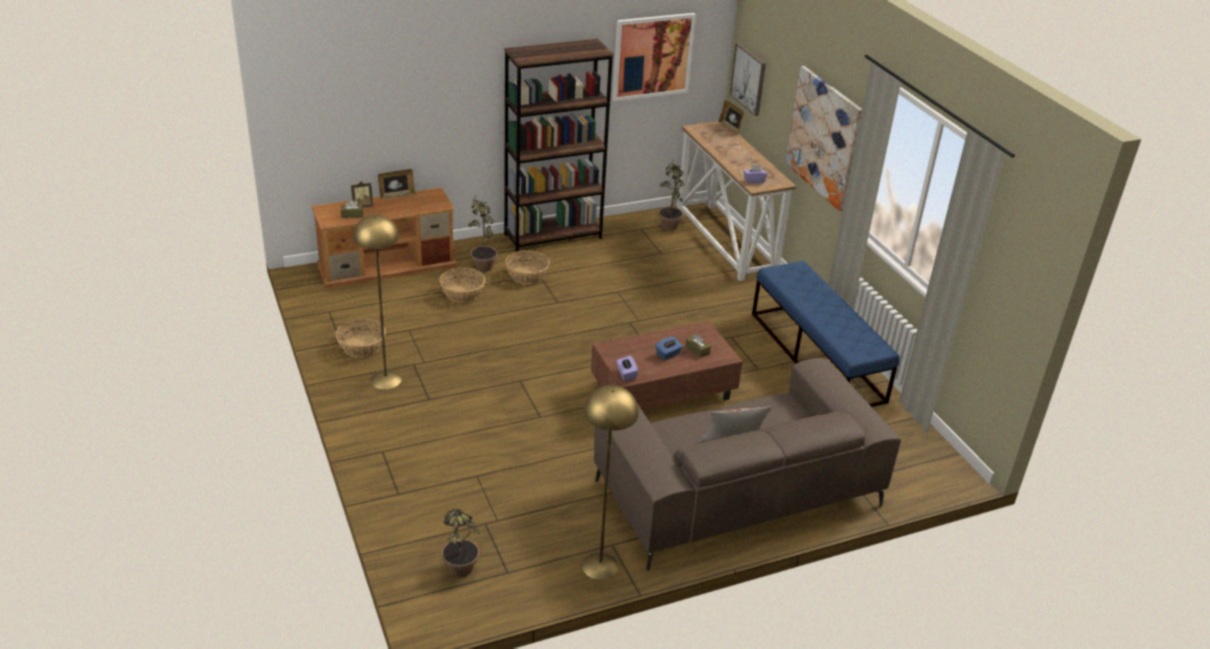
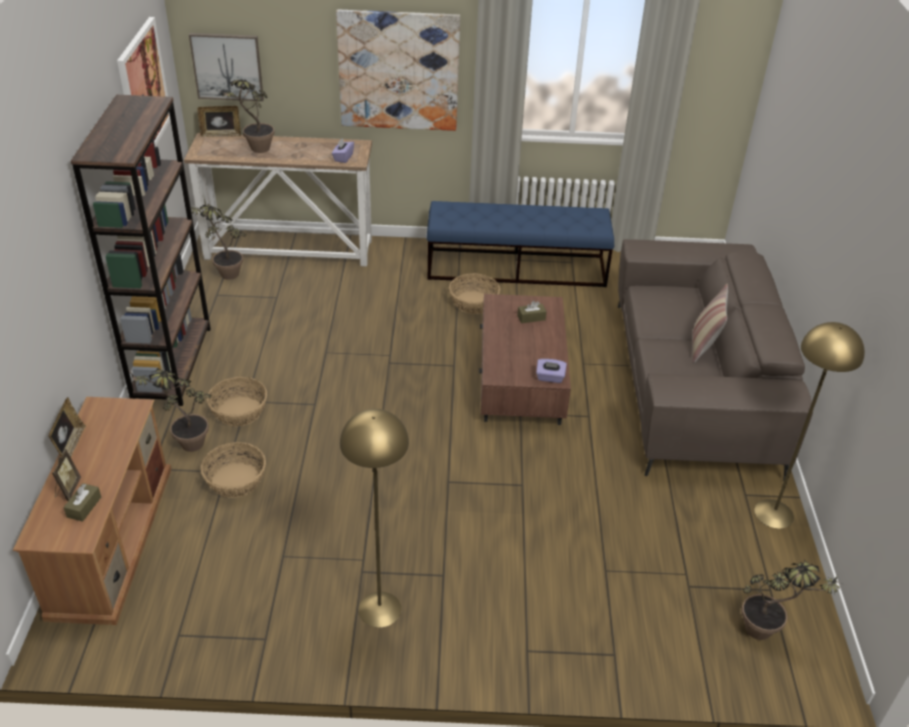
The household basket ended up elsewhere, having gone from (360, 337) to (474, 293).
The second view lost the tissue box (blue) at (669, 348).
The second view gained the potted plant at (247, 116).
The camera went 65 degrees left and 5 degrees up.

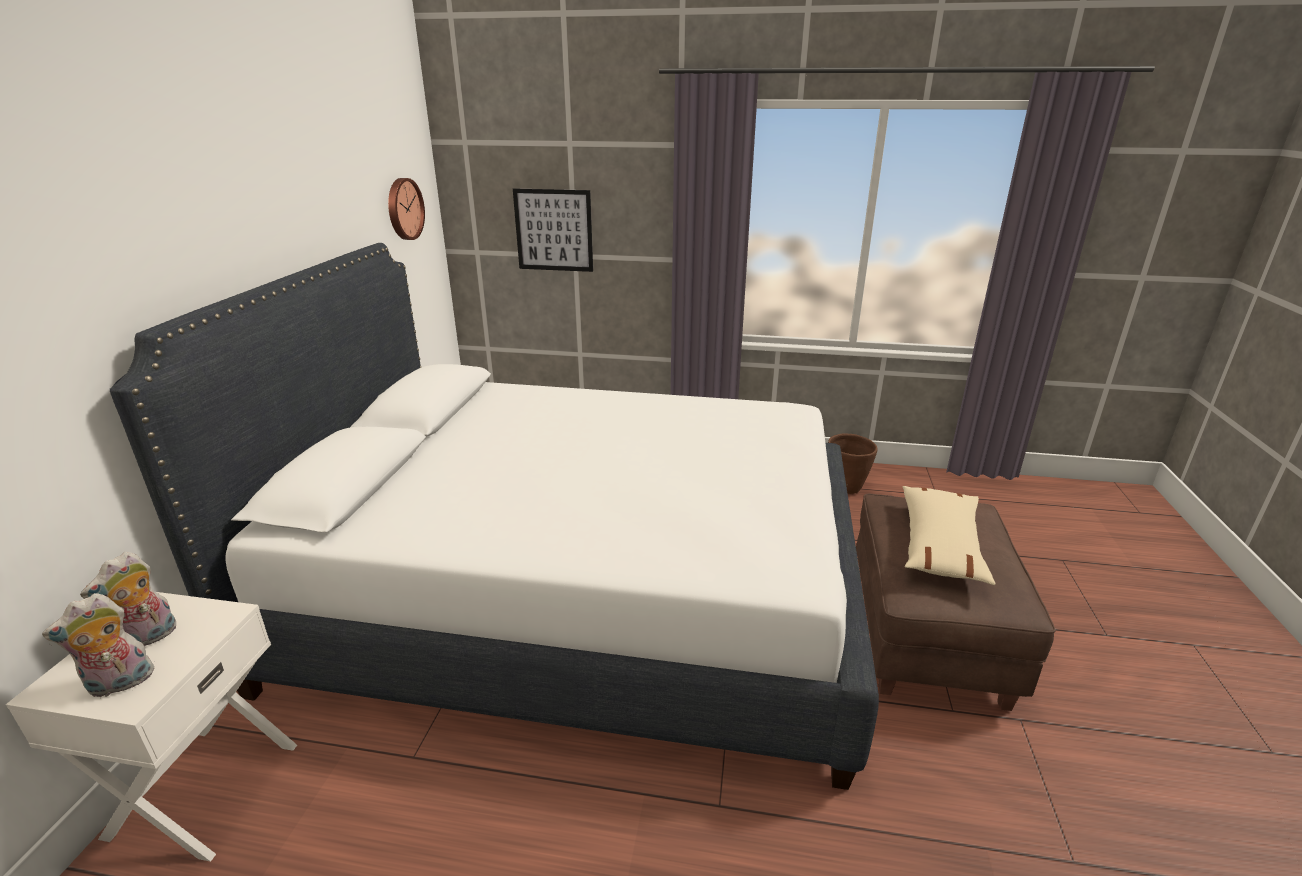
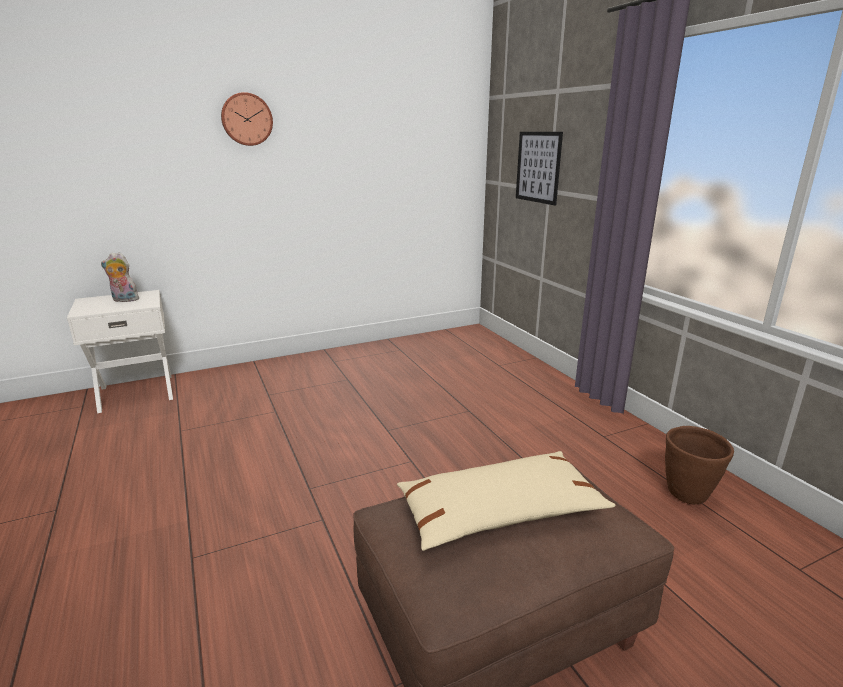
The wall clock ended up elsewhere, having gone from (406, 209) to (247, 119).
The second view lost the bedroom bed (white-coloured) at (494, 516).
The second view lost the soft toy at (99, 645).
The camera went 55 degrees right and 5 degrees down.

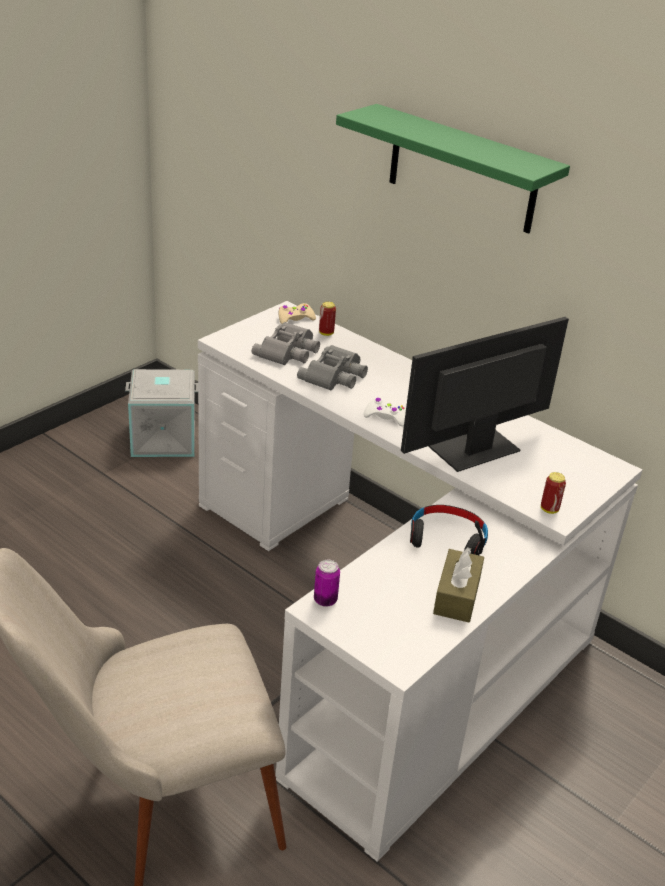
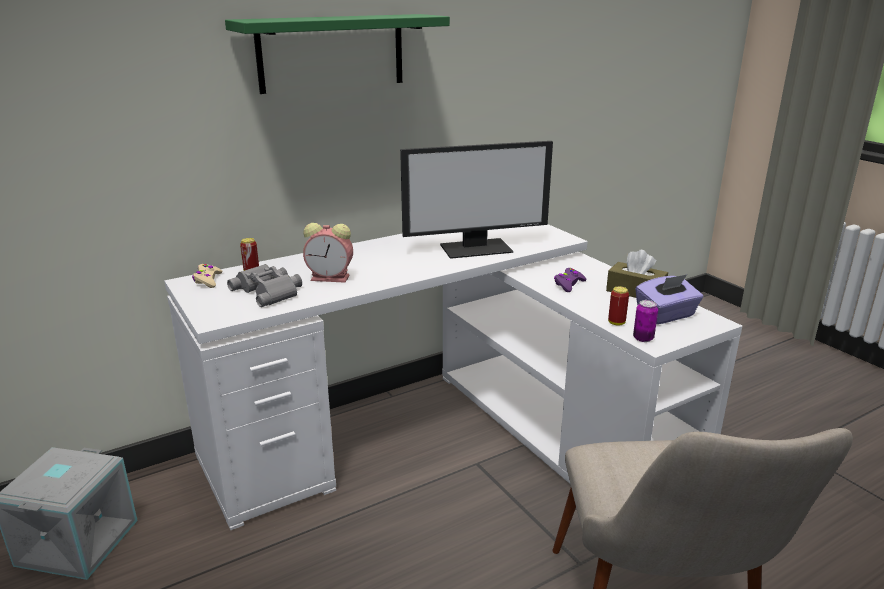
The monitor at (485, 394) ended up facing another way, 90 degrees counterclockwise from before.
Where the field glasses (grey) stood at (332, 368), the alarm clock came to stand at (328, 253).
The second view lost the joypad (white-coloured) at (384, 412).
The metal can ended up elsewhere, having gone from (553, 493) to (618, 306).
Where the headphones (black-coloured) stood at (449, 530), the joypad (purplish) came to stand at (570, 280).
The second view gained the tissue box (purplish) at (669, 299).
The camera went 70 degrees left and 10 degrees down.

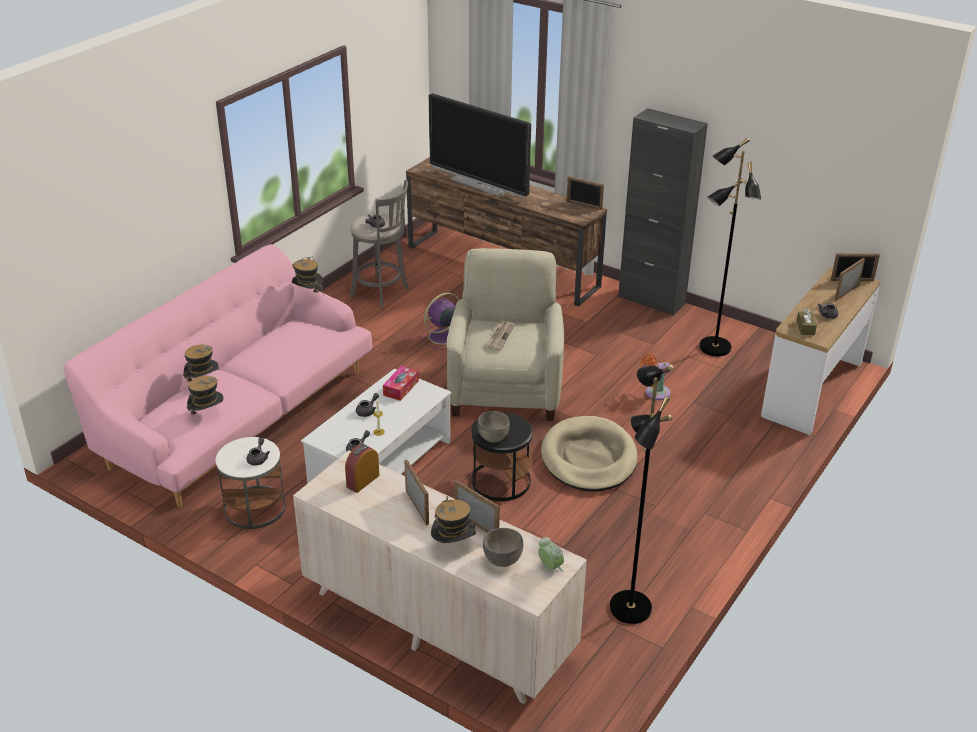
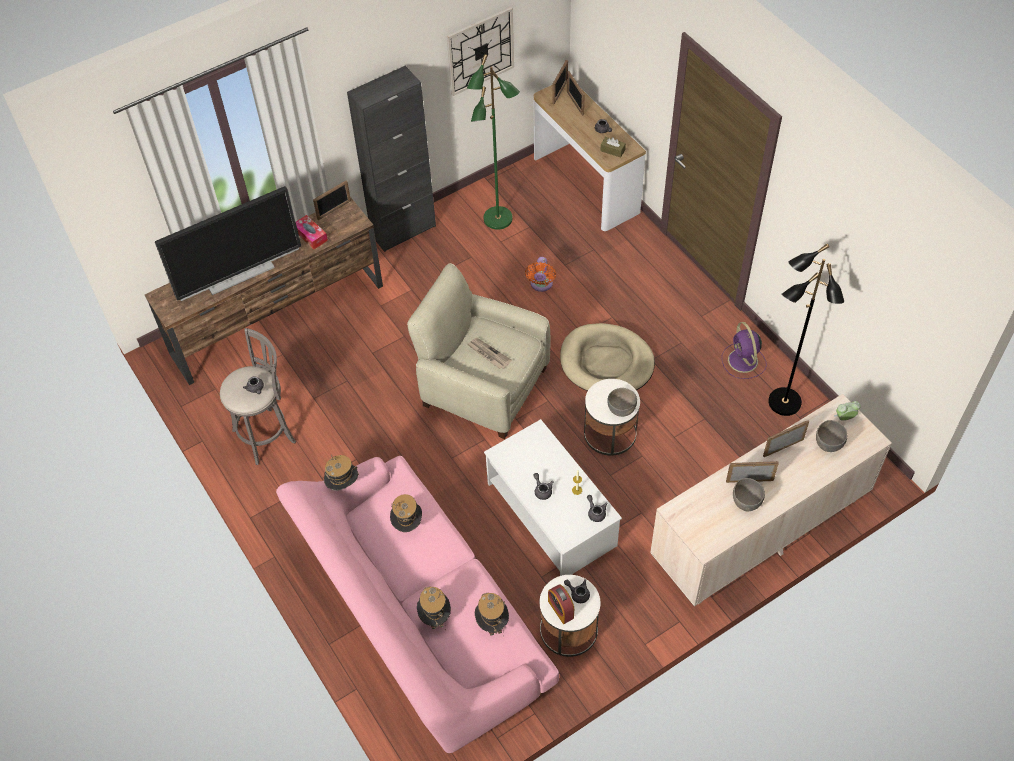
What was the floor lamp (black-coloured) at (730, 247) turned into the floor lamp (green-coloured) at (493, 142).
The cooling fan (purplish) ended up elsewhere, having gone from (440, 321) to (744, 350).
The tissue box ended up elsewhere, having gone from (401, 383) to (312, 232).
What was the side table (black-coloured) at (502, 456) turned into the side table (white-coloured) at (612, 417).
The alarm clock ended up elsewhere, having gone from (362, 468) to (561, 604).
The clothing hat ended up elsewhere, having gone from (453, 519) to (406, 513).
The second view gained the wall clock at (480, 51).
The second view gained the deep dish (grey) at (749, 494).
The camera went 65 degrees left and 20 degrees up.

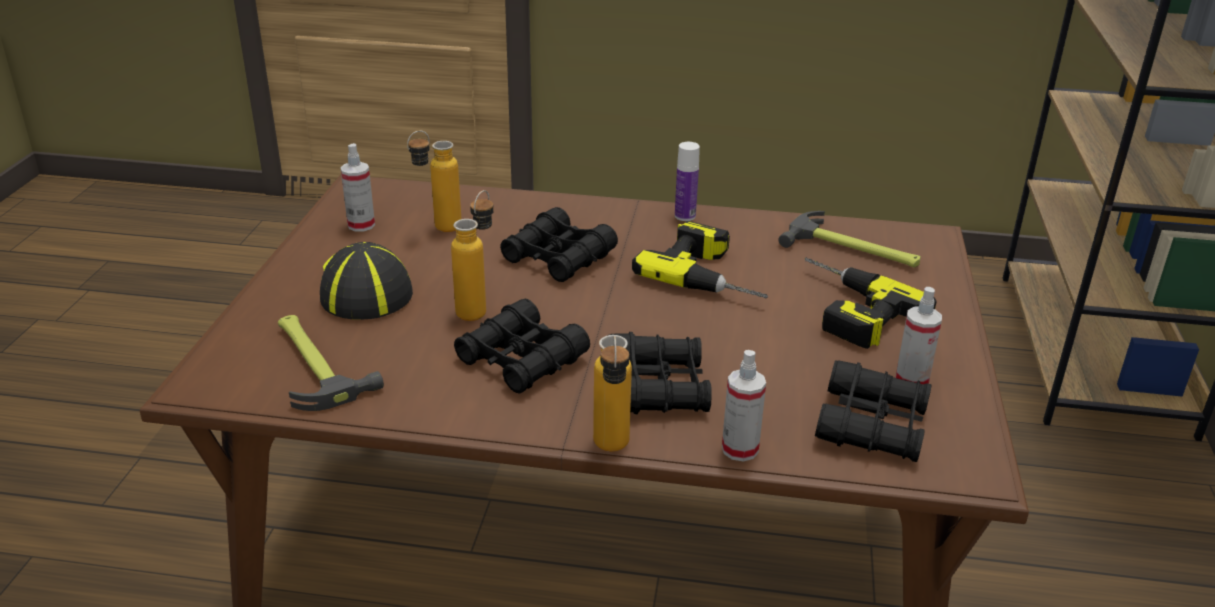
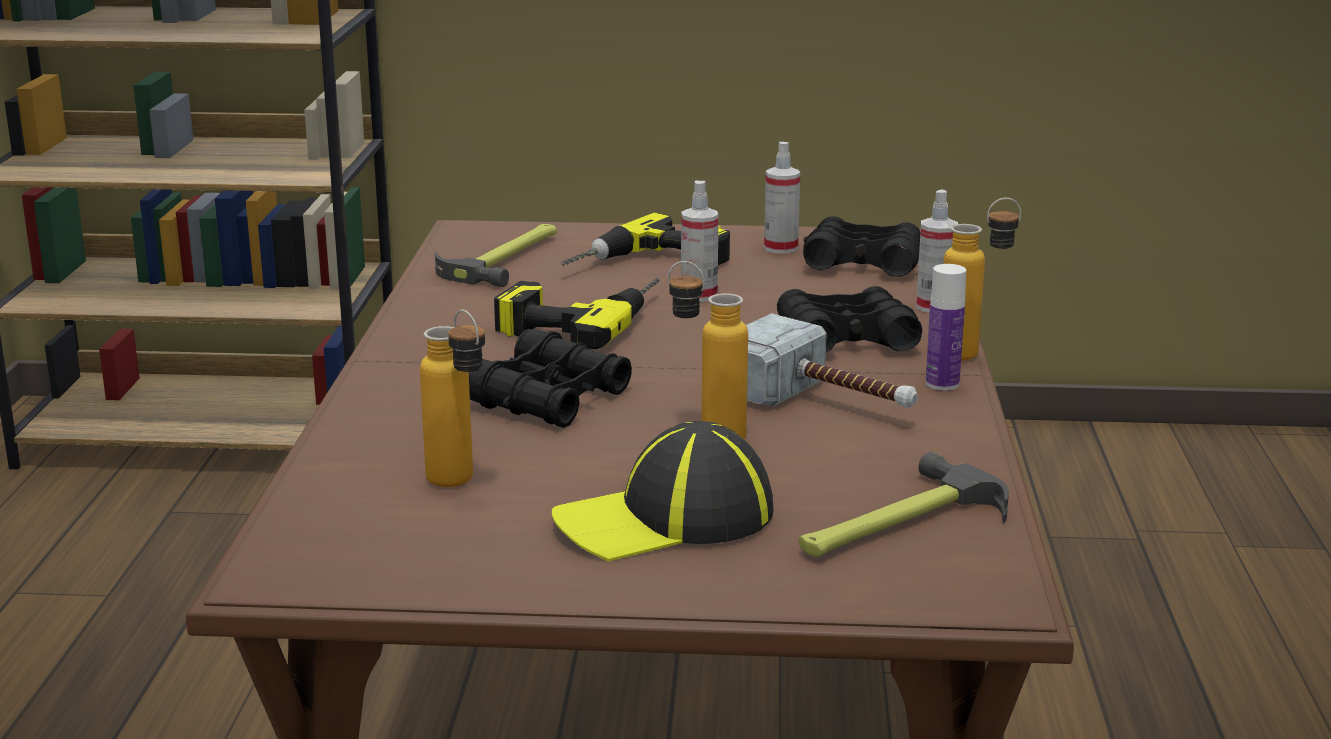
The drink bottle ended up elsewhere, having gone from (687, 181) to (946, 327).
The hand sprayer ended up elsewhere, having gone from (358, 187) to (700, 241).
Where the field glasses (black-coloured) stood at (522, 346), the tool hammer came to stand at (832, 360).
The camera went 95 degrees left and 10 degrees down.

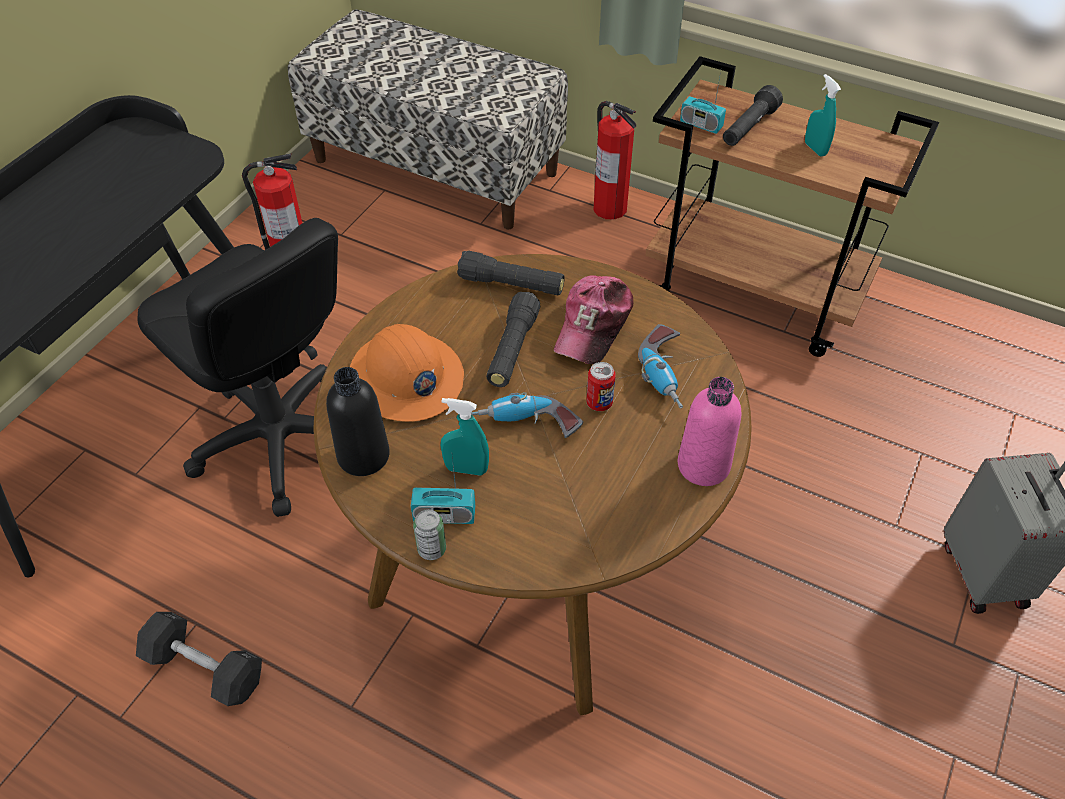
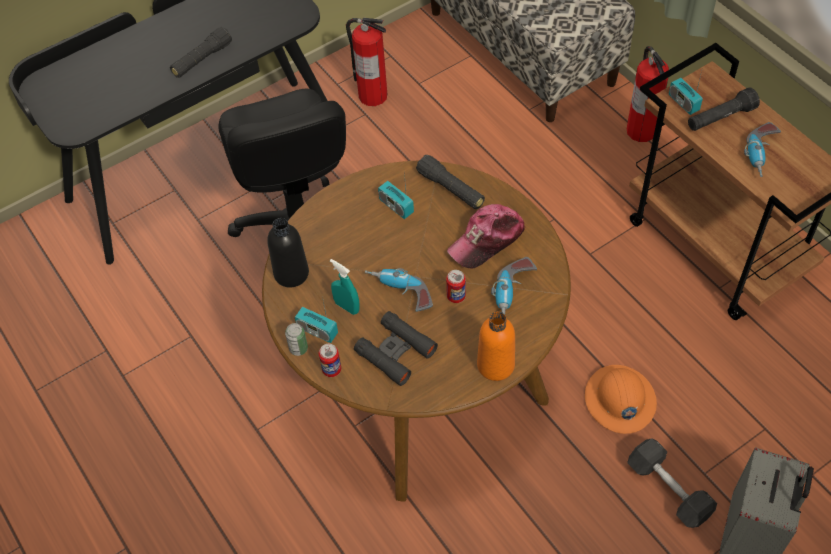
Where the hand sprayer (turquoise-coloured) stood at (823, 115), the power drill came to stand at (762, 149).
The torch (black-coloured) ended up elsewhere, having gone from (513, 339) to (201, 52).
The work helmet (orangey) ended up elsewhere, having gone from (407, 373) to (621, 399).
What was the drink bottle (pinkish) at (709, 431) turned into the drink bottle (orangey) at (496, 346).
The hand weight (grey) ended up elsewhere, having gone from (199, 659) to (672, 483).
The second view gained the radio set at (396, 195).
The second view gained the field glasses (black-coloured) at (396, 348).
The second view gained the metal can at (330, 360).
The camera went 30 degrees right and 5 degrees up.

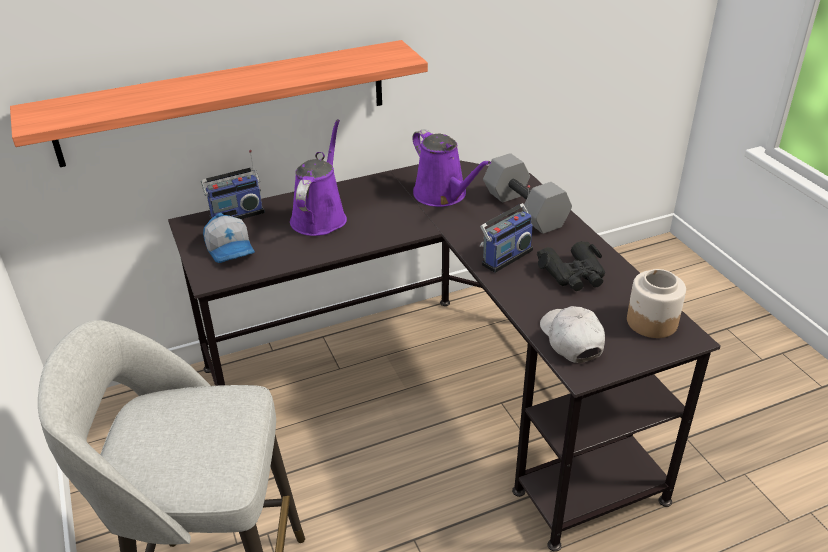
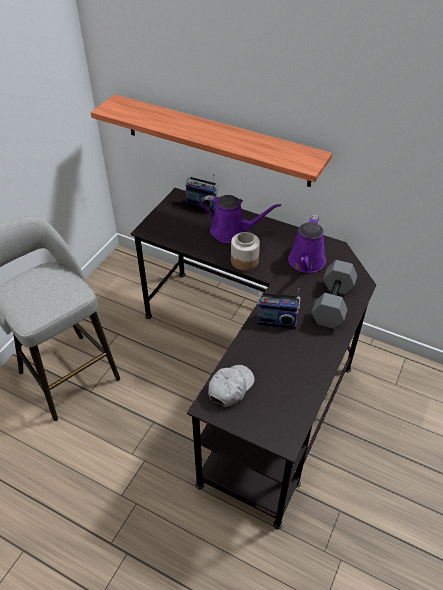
The watering can (purplish) at (318, 177) ended up facing another way, 45 degrees clockwise from before.
The second view lost the baseball cap at (229, 238).
The second view lost the field glasses (black-coloured) at (571, 266).
The preserve jar ended up elsewhere, having gone from (656, 303) to (245, 251).
The camera went 50 degrees right and 10 degrees up.

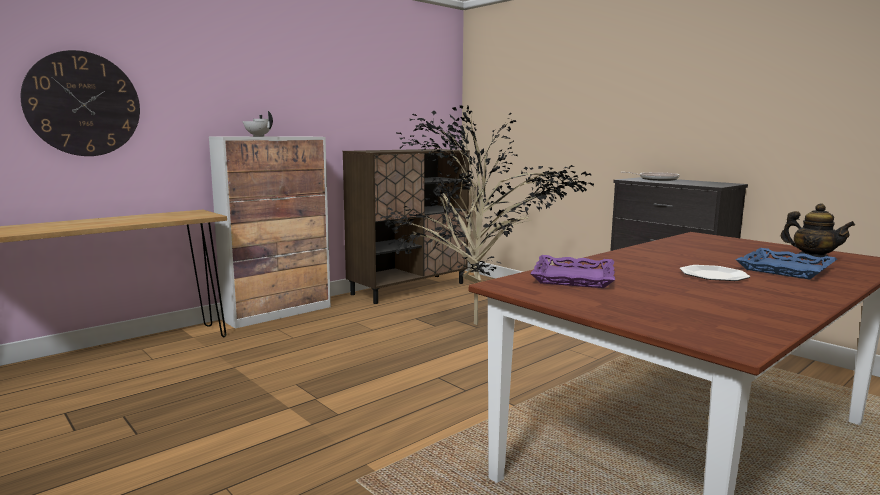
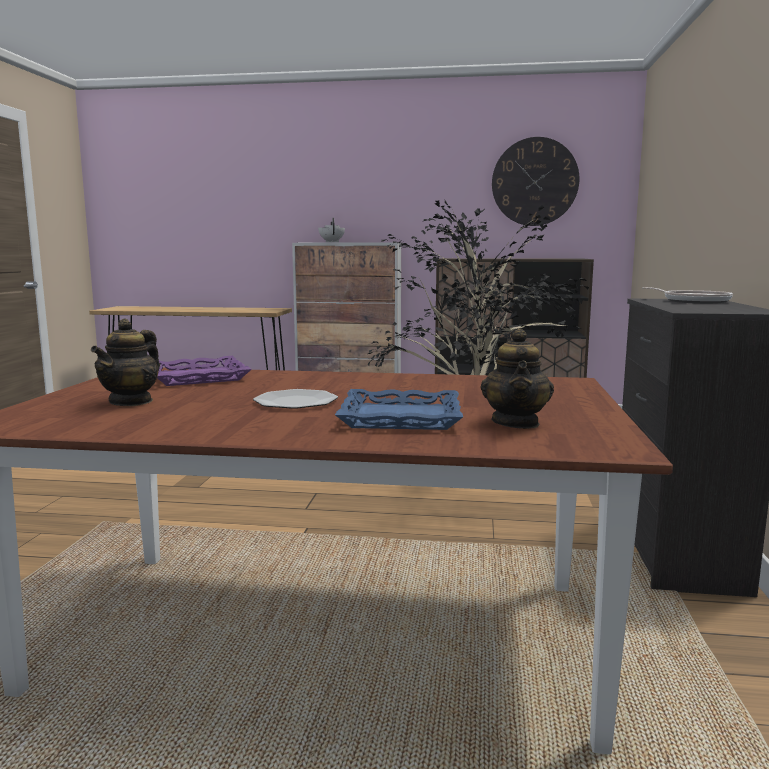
The wall clock ended up elsewhere, having gone from (80, 103) to (536, 181).
The second view gained the teapot at (125, 362).
The camera went 50 degrees right and 0 degrees up.

